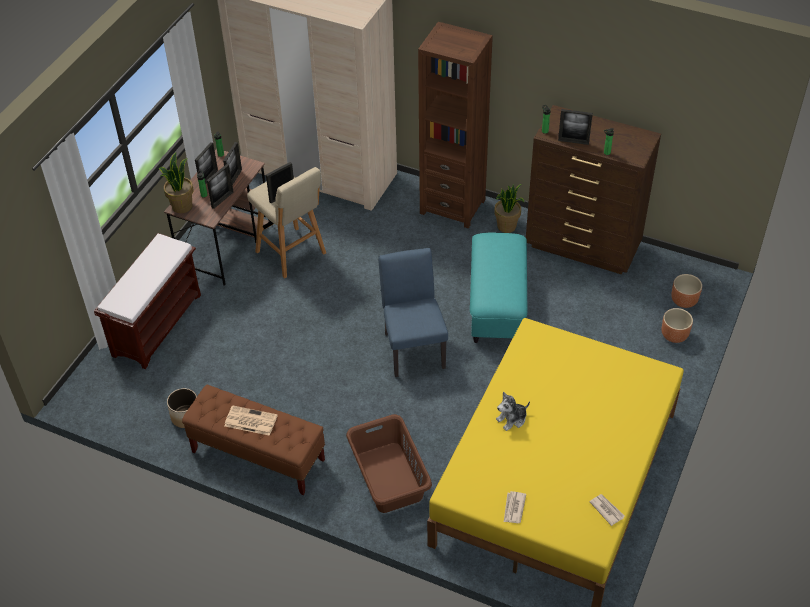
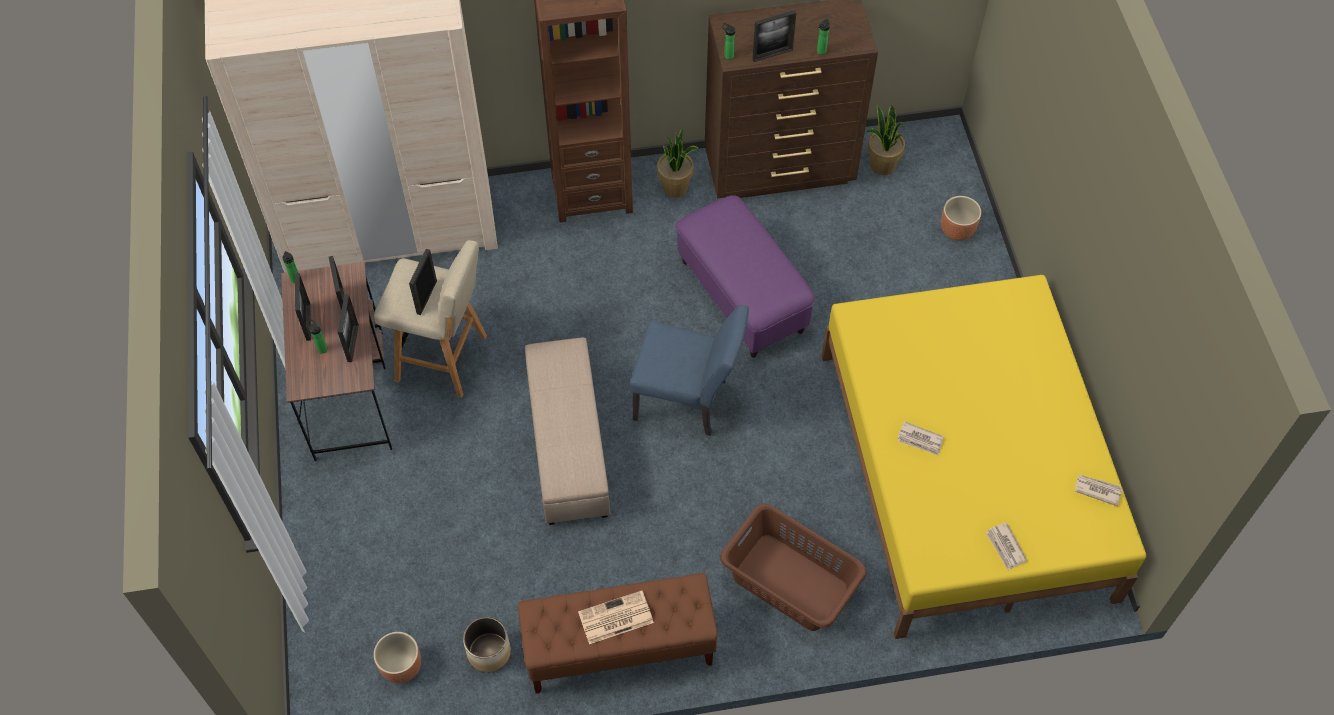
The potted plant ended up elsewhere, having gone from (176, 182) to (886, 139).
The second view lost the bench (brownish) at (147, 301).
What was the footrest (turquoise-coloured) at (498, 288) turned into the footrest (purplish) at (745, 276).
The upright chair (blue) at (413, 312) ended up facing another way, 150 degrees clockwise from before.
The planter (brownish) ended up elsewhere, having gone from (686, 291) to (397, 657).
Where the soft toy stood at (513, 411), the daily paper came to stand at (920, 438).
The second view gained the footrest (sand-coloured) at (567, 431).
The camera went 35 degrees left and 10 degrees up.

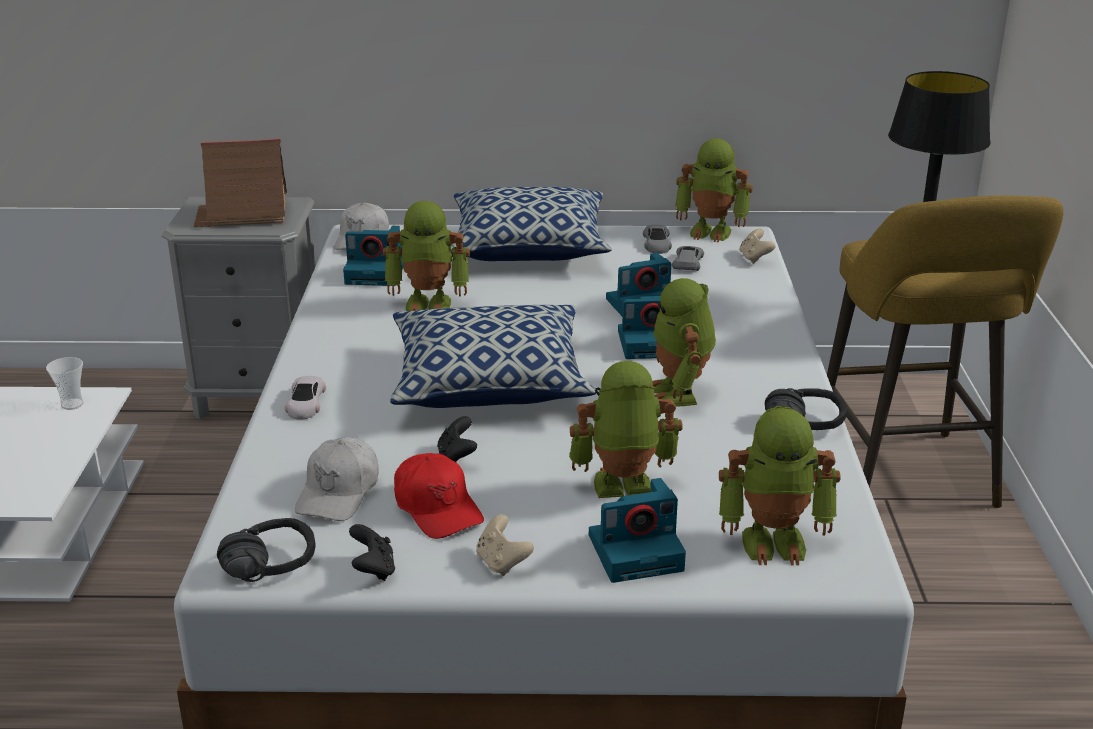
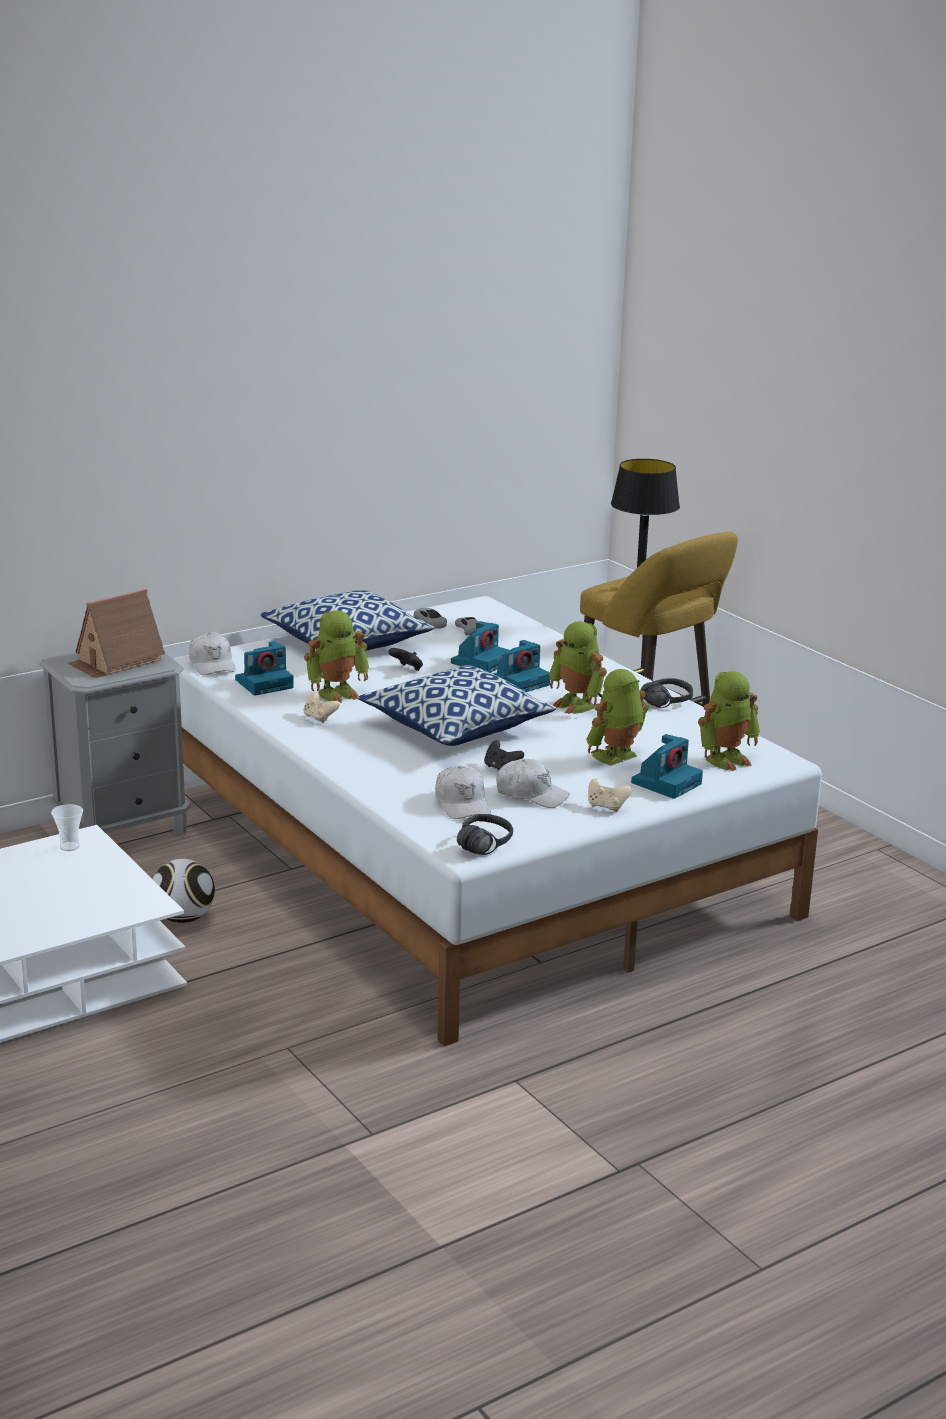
The second view lost the robot figure at (714, 190).
The joypad (sand-coloured) ended up elsewhere, having gone from (757, 246) to (321, 707).
The second view lost the toy car (white-coloured) at (305, 398).
What was the baseball cap (red-coloured) at (439, 496) turned into the baseball cap (white-coloured) at (533, 783).
The joypad (black-coloured) ended up elsewhere, having gone from (372, 552) to (405, 659).
The second view gained the ball for football at (184, 891).
The camera went 35 degrees left and 5 degrees down.

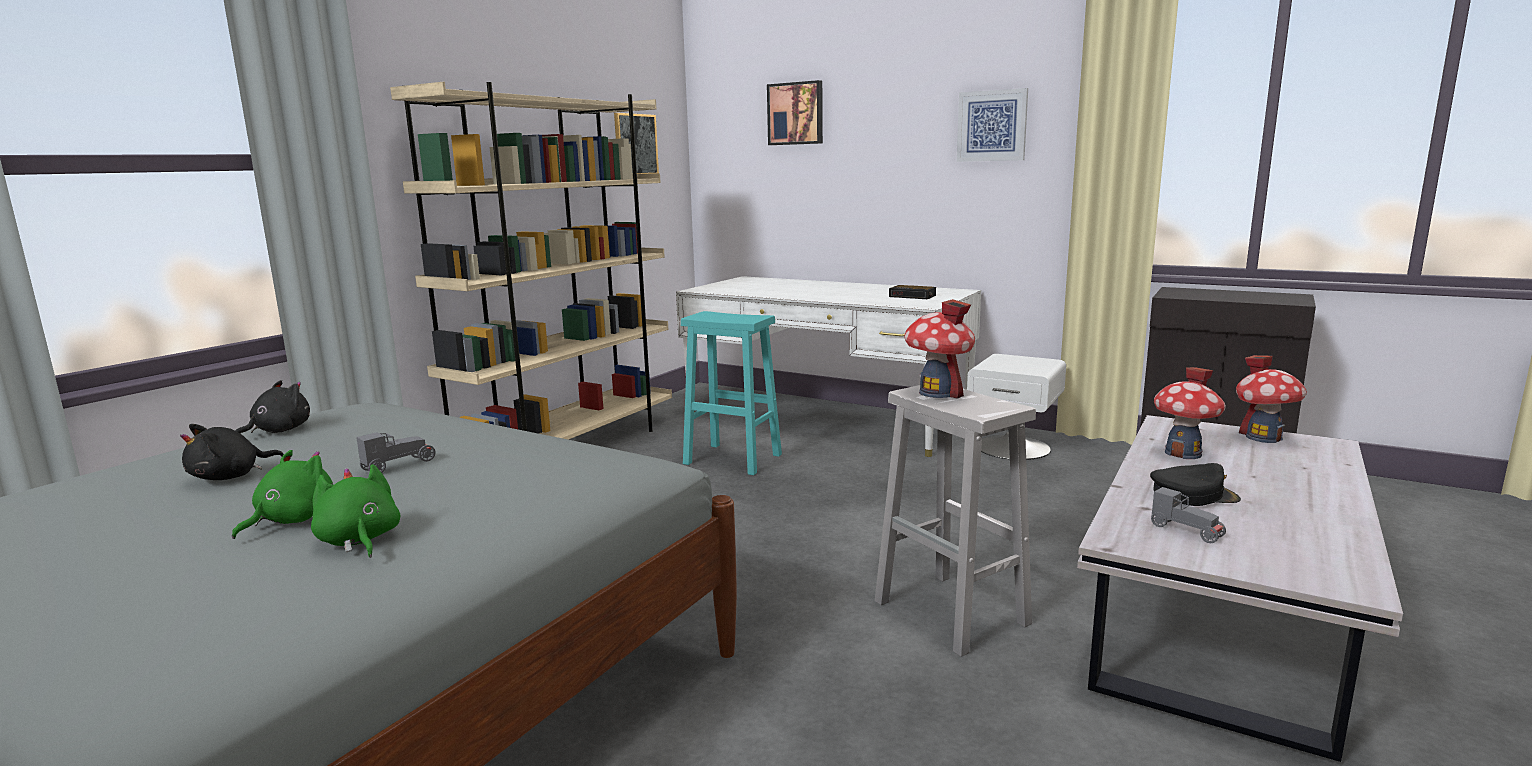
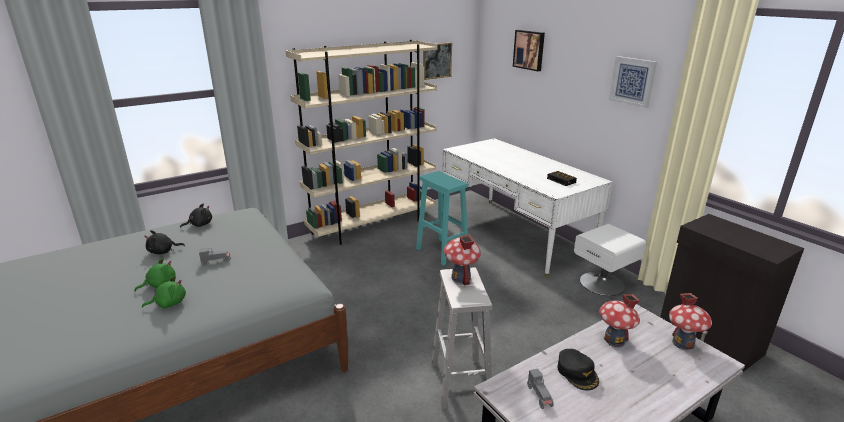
The baseball cap (black-coloured) at (1195, 484) ended up facing another way, 45 degrees clockwise from before.
The soft toy (green-coloured) at (355, 511) ended up facing another way, 75 degrees clockwise from before.
The camera went 25 degrees right and 10 degrees up.

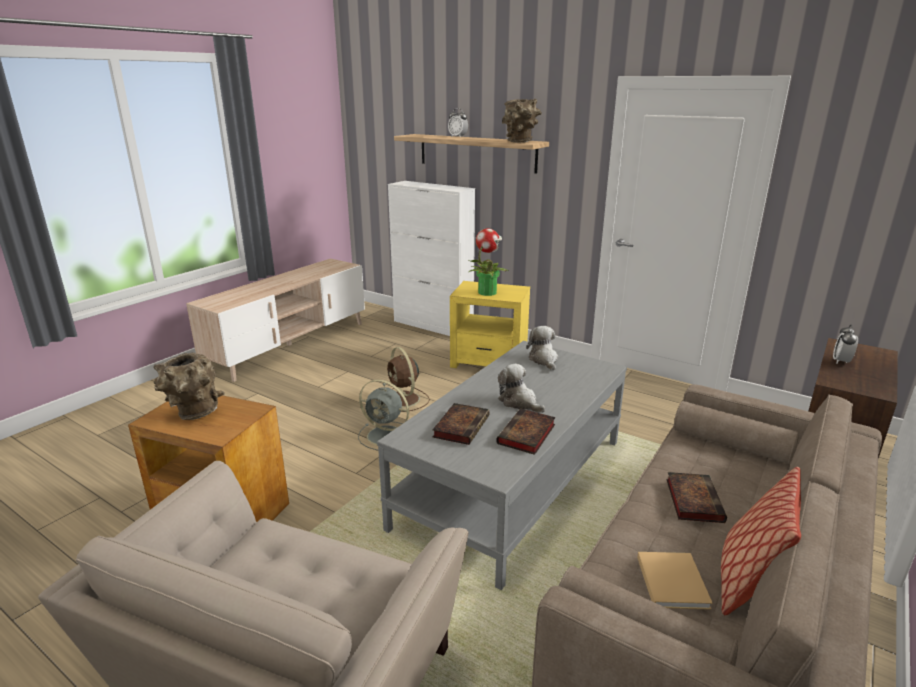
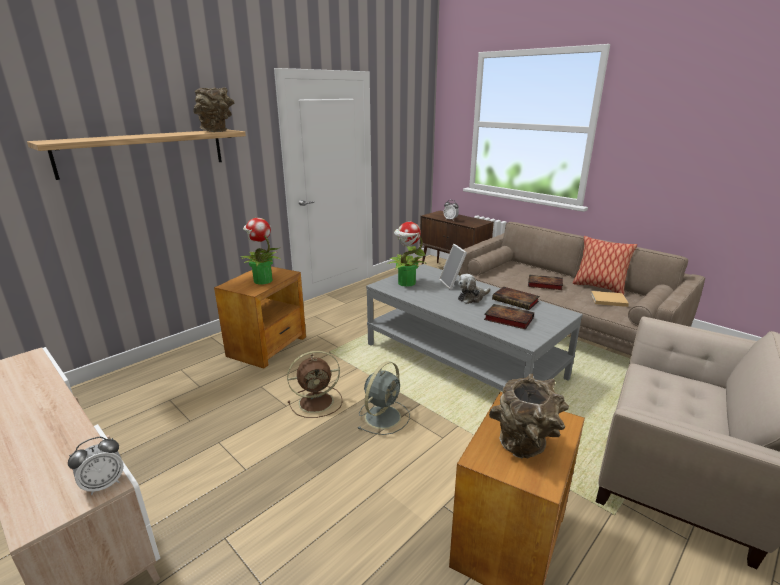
The alarm clock ended up elsewhere, having gone from (458, 123) to (96, 466).
The second view lost the storage cabinet (white-coloured) at (431, 258).
What was the side table (yellowish) at (490, 324) turned into the side table (brownish) at (260, 317).
Where the soft toy stood at (542, 348), the potted plant came to stand at (407, 254).
The second view gained the photo frame at (453, 267).
The camera went 80 degrees left and 0 degrees up.

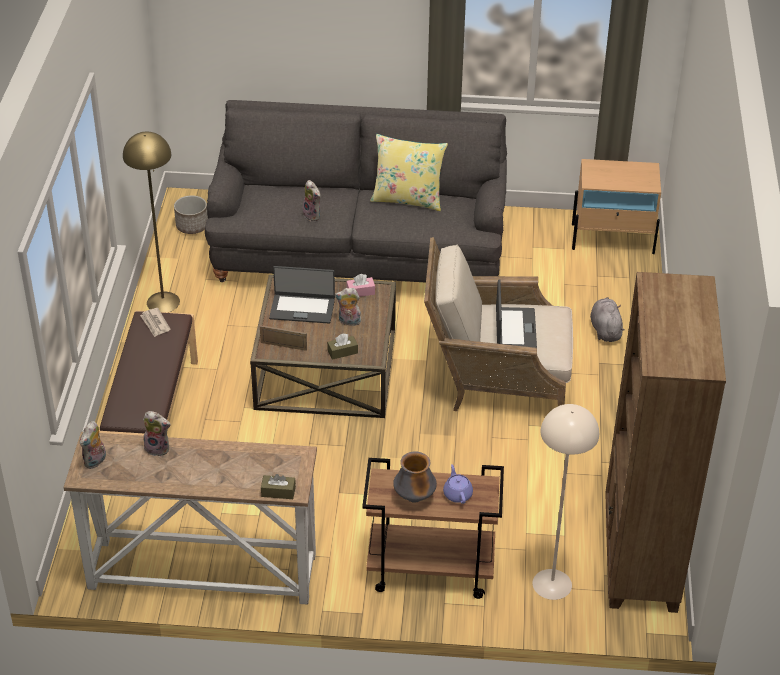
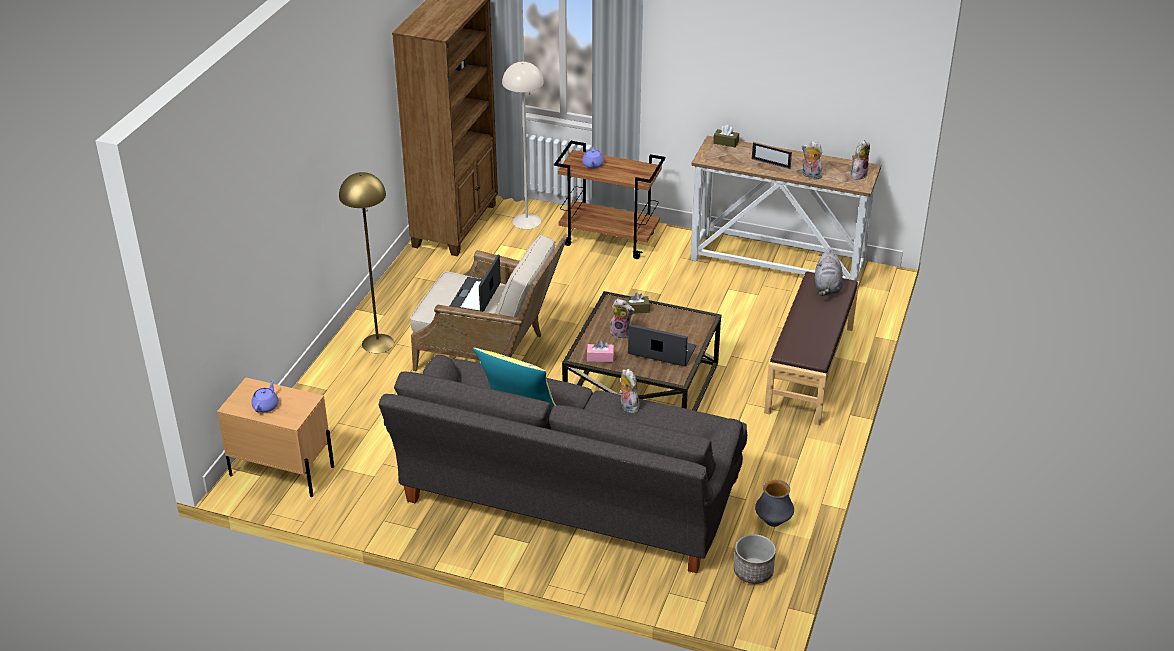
The floor lamp (yellowish) ended up elsewhere, having gone from (151, 222) to (366, 262).
The soft toy (grey) ended up elsewhere, having gone from (607, 319) to (829, 272).
The second view lost the daily paper at (155, 322).
The photo frame ended up elsewhere, having gone from (283, 338) to (772, 155).
The decorative vase ended up elsewhere, having gone from (415, 477) to (774, 503).
The second view gained the teapot (purplish) at (265, 396).
The camera went 165 degrees left and 5 degrees down.

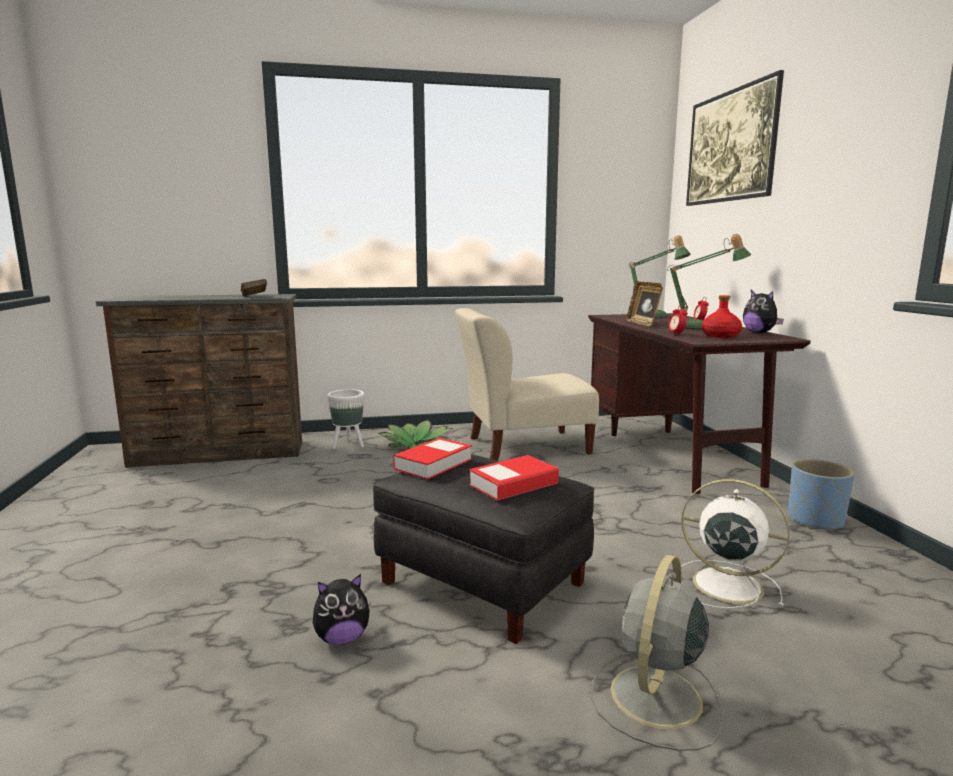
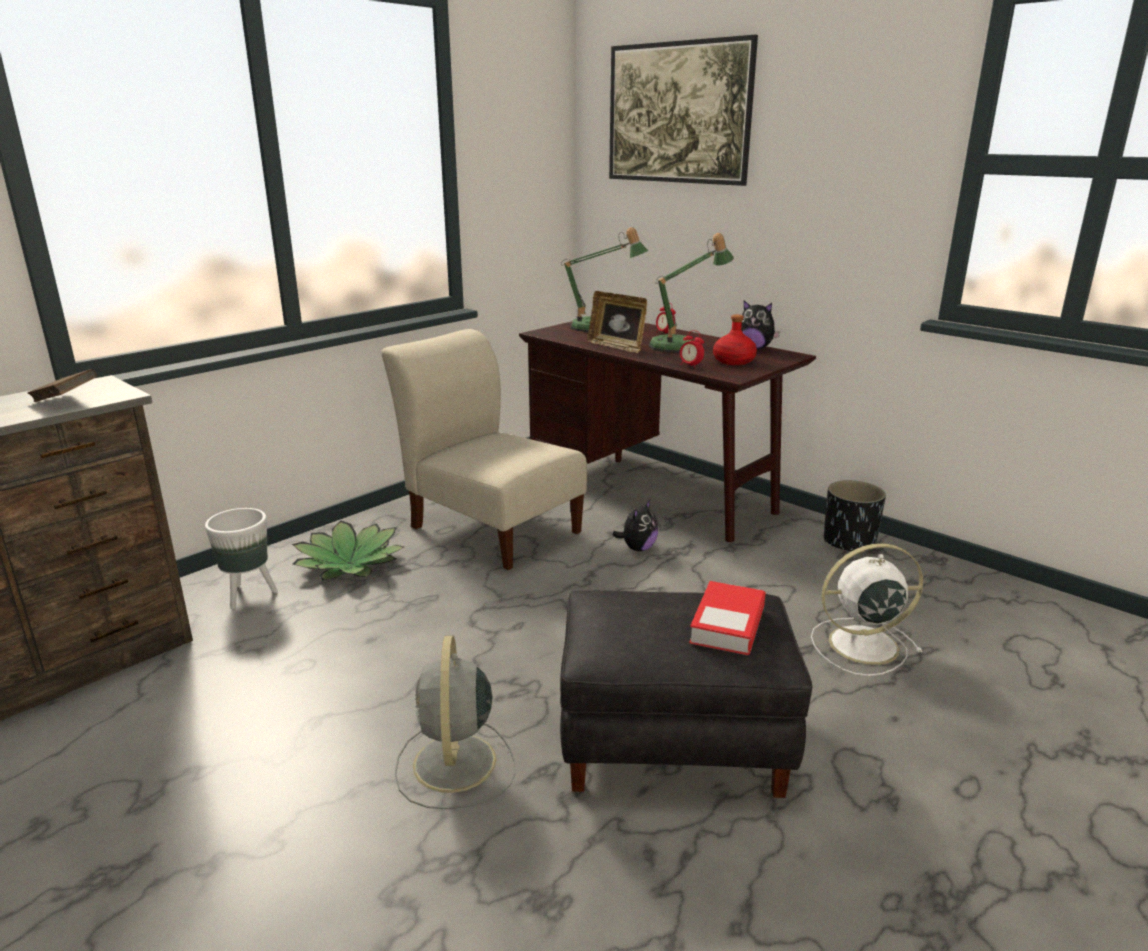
The upright chair (sand-coloured) at (527, 384) ended up facing another way, 90 degrees clockwise from before.
The second view lost the volume at (432, 458).
What was the planter (blue) at (821, 494) turned into the planter (black-coloured) at (855, 516).
The cooling fan (grey) ended up elsewhere, having gone from (657, 653) to (455, 722).
The soft toy ended up elsewhere, having gone from (342, 609) to (635, 525).
The camera went 35 degrees left and 10 degrees up.

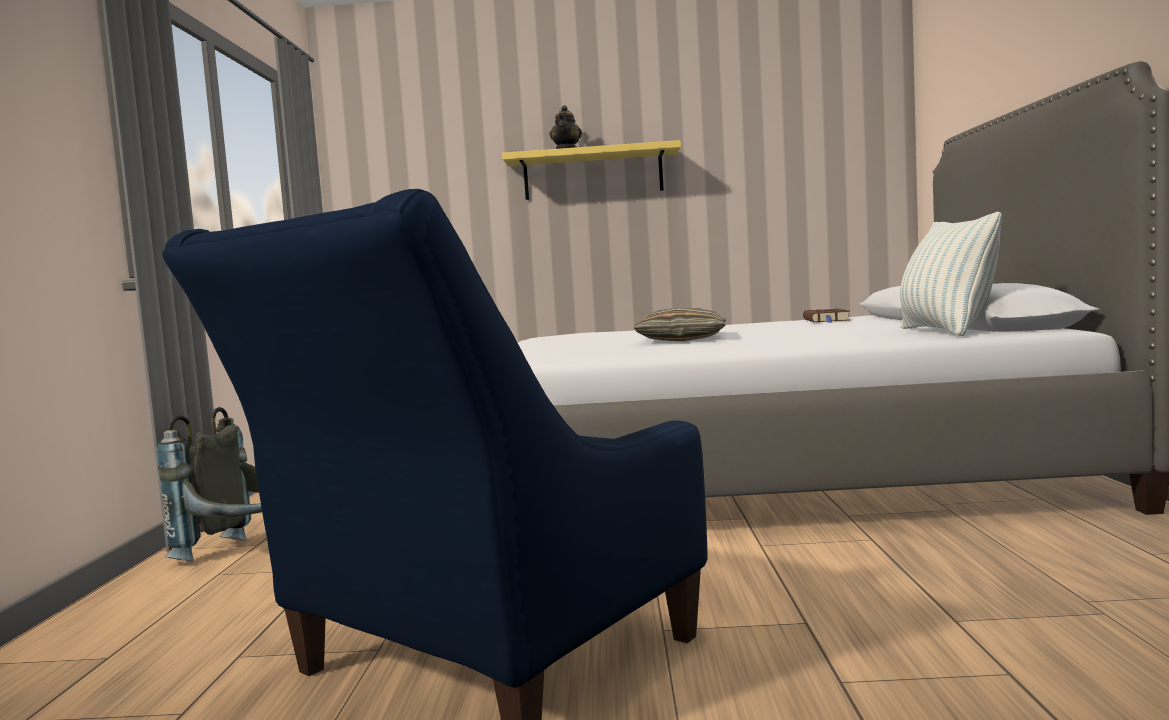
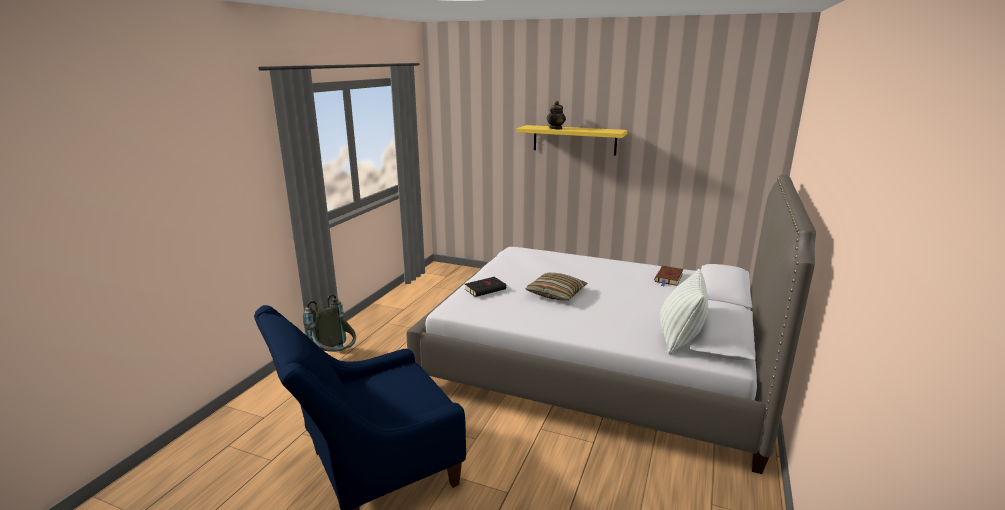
The second view gained the volume (black-coloured) at (486, 287).
The camera went 20 degrees right and 15 degrees up.

